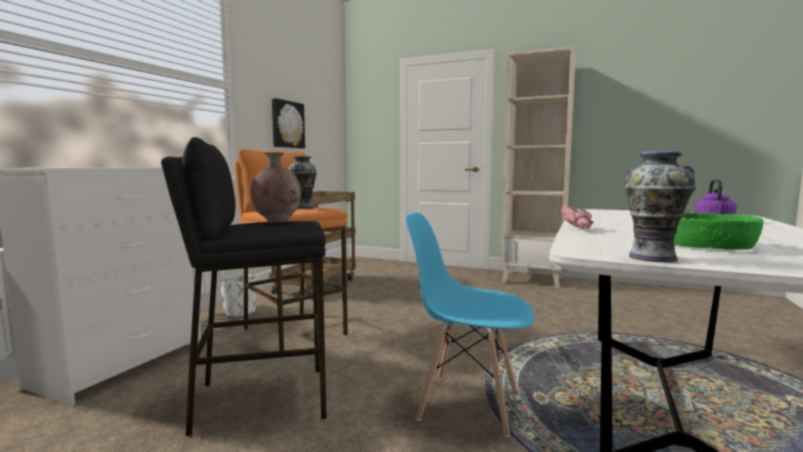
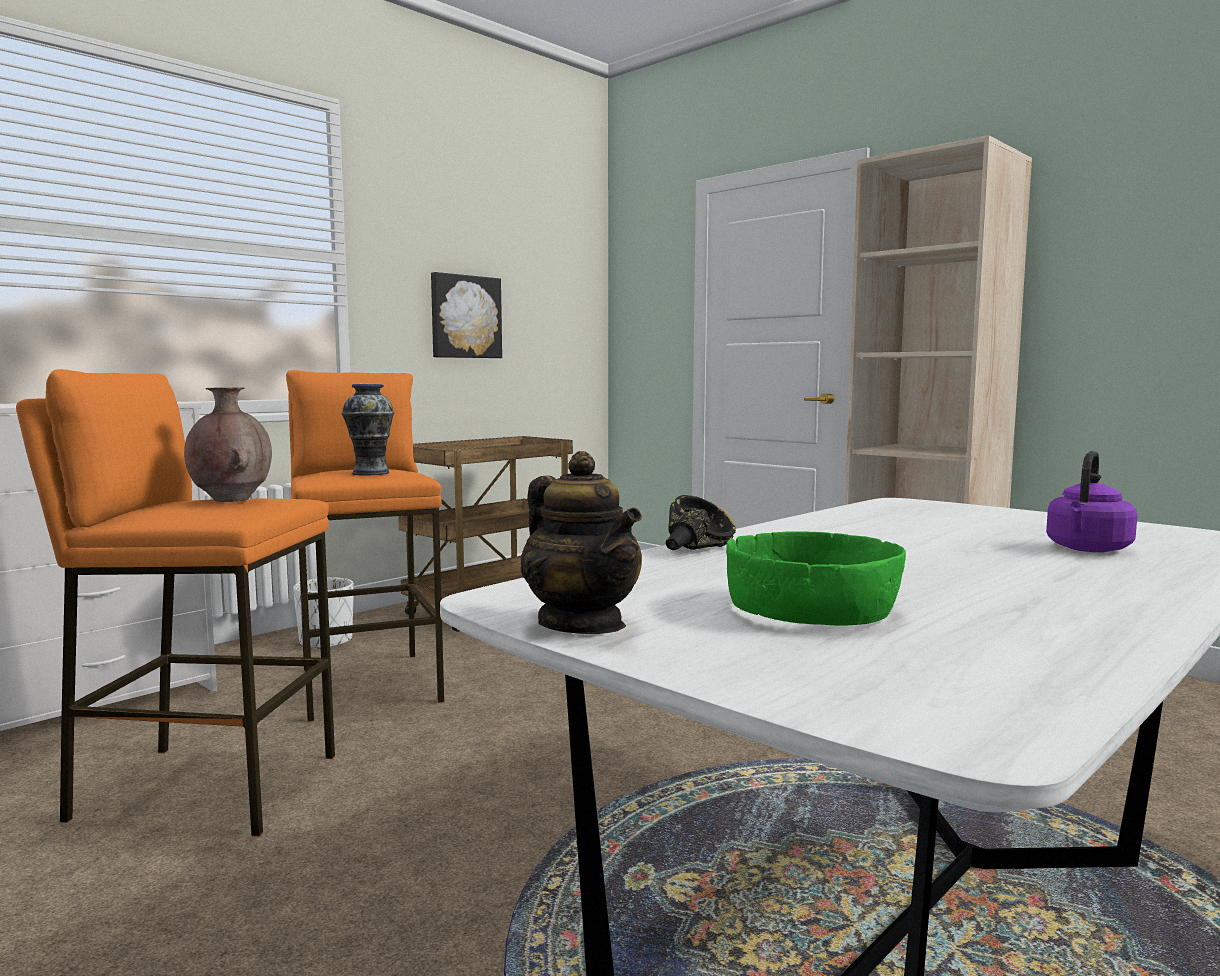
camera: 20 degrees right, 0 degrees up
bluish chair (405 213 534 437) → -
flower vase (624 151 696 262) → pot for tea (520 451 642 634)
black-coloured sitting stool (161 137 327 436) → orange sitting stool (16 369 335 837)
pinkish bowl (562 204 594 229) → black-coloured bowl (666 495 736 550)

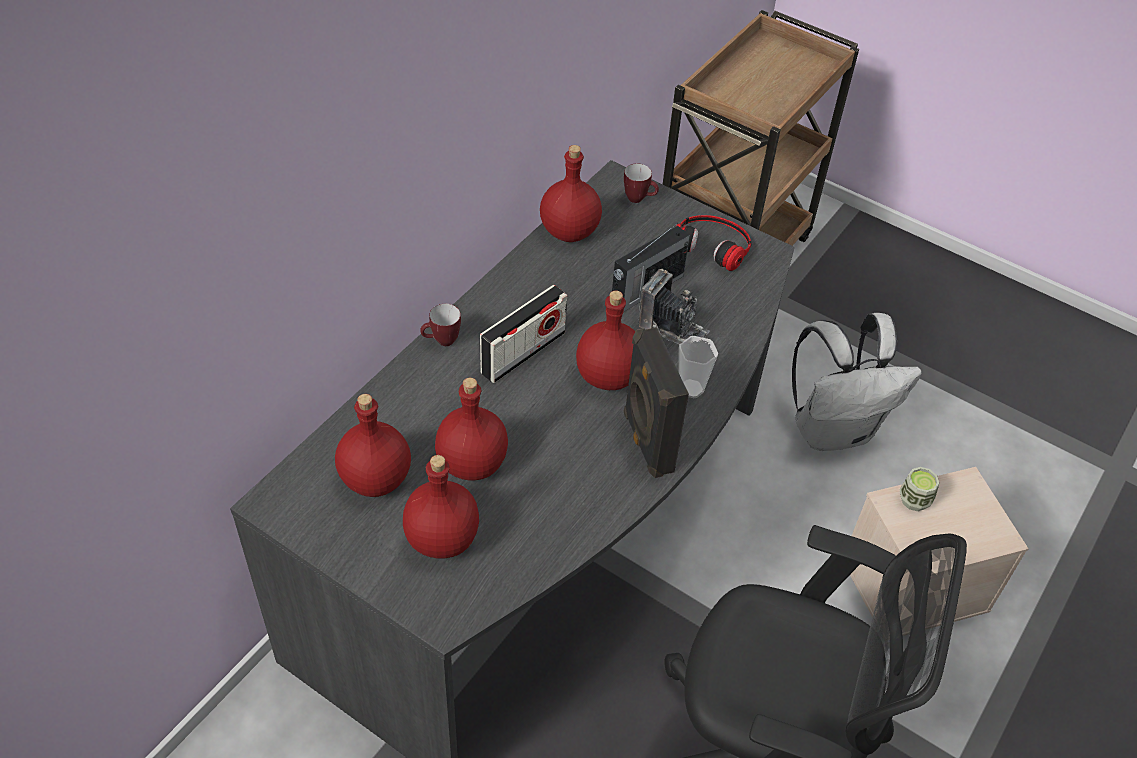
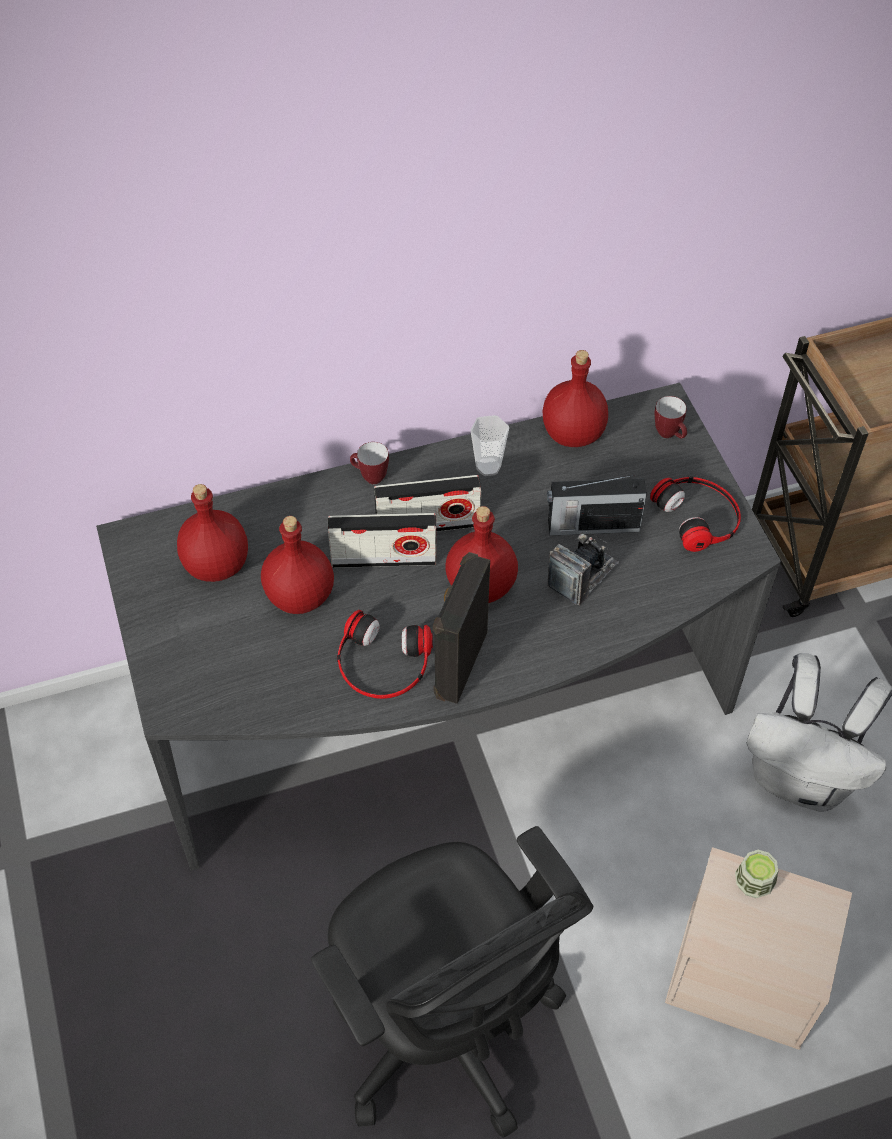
camera: 40 degrees right, 5 degrees up
reddish beverage bottle (403 455 479 559) → -
- → radio receiver (328 513 437 568)
- → headset (337 610 433 699)
small cup (679 336 718 398) → small cup (470 415 509 476), relocated
photo camera (639 269 710 345) → photo camera (548 530 619 606), 120 degrees counterclockwise

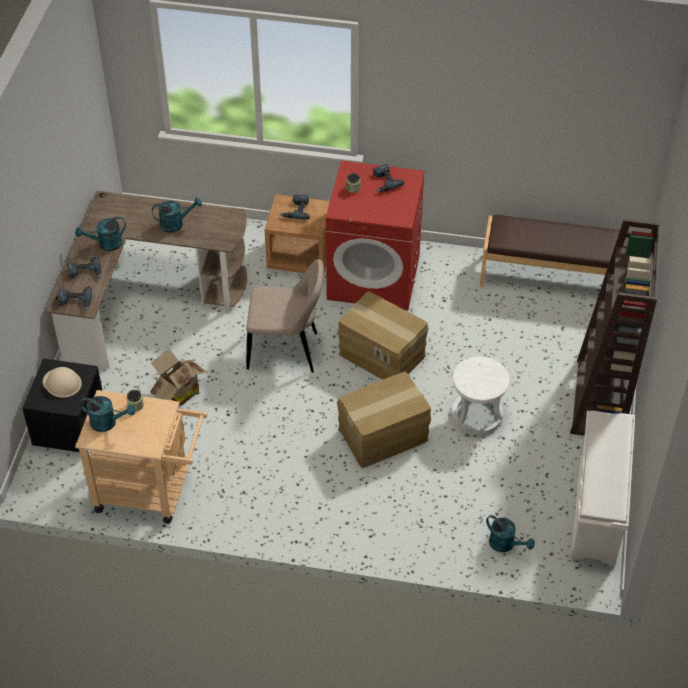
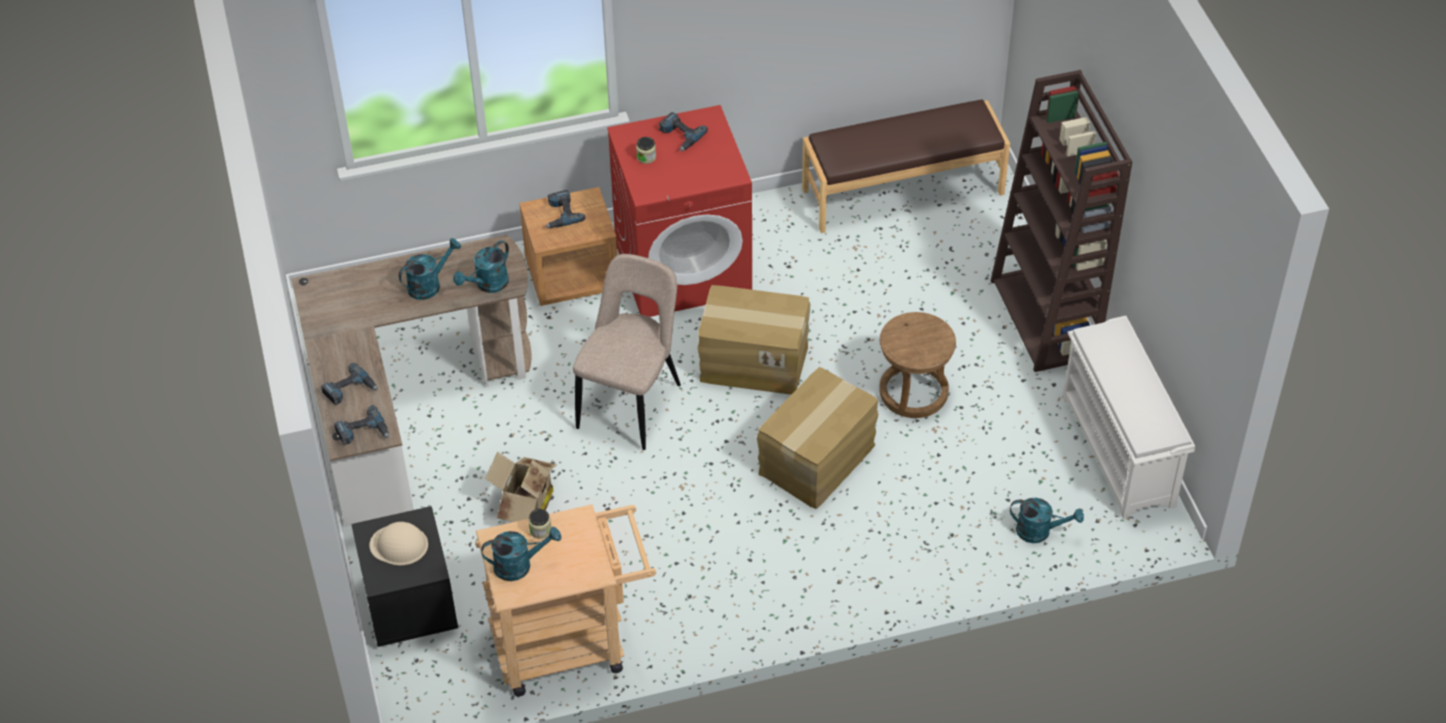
camera: 25 degrees left, 0 degrees up
turquoise-coloured sprinkling can (75 216 126 251) → turquoise-coloured sprinkling can (453 240 509 293), relocated
white-coloured sitting stool (451 356 510 435) → brown-coloured sitting stool (879 312 956 418)
sand-coloured chair (246 259 324 373) → sand-coloured chair (573 254 681 450), 45 degrees counterclockwise

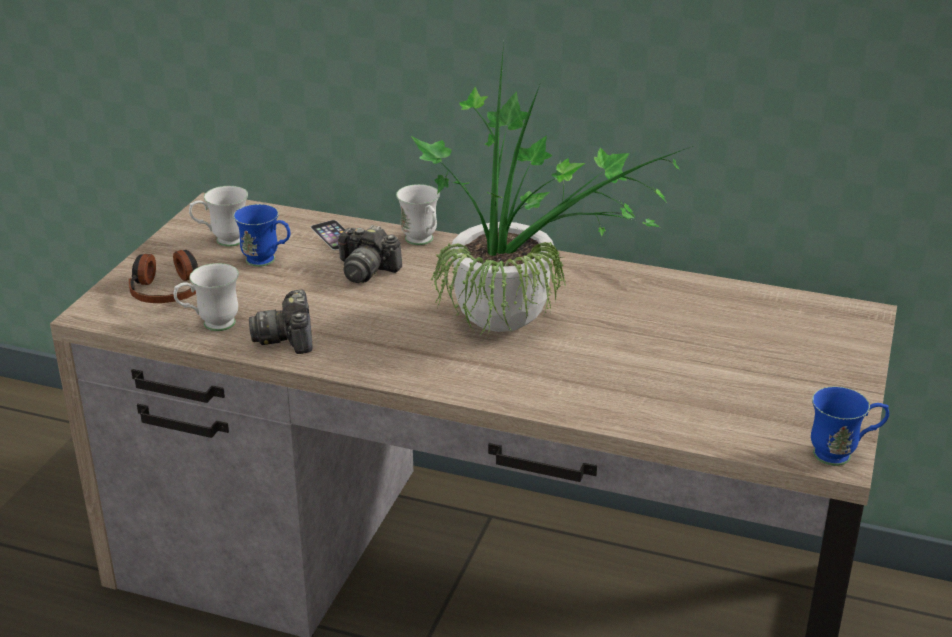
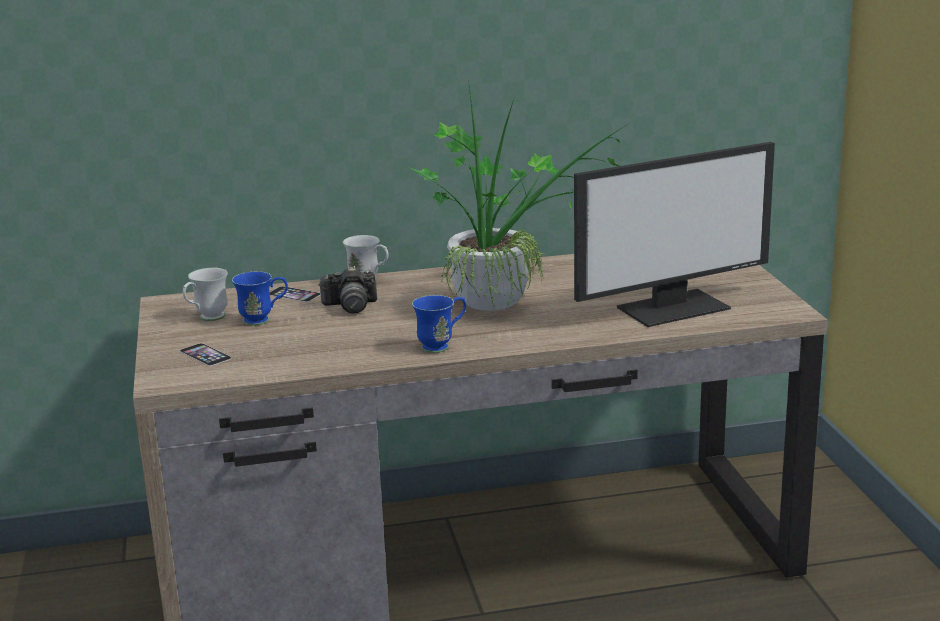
camera: 30 degrees left, 10 degrees down
white-coloured tea mug (174 263 239 331) → -
photo camera (249 290 313 354) → -
- → computer display (574 142 775 327)
bluish tea mug (811 386 889 466) → bluish tea mug (412 295 466 353), relocated
headset (129 250 198 303) → handset (180 343 232 366)

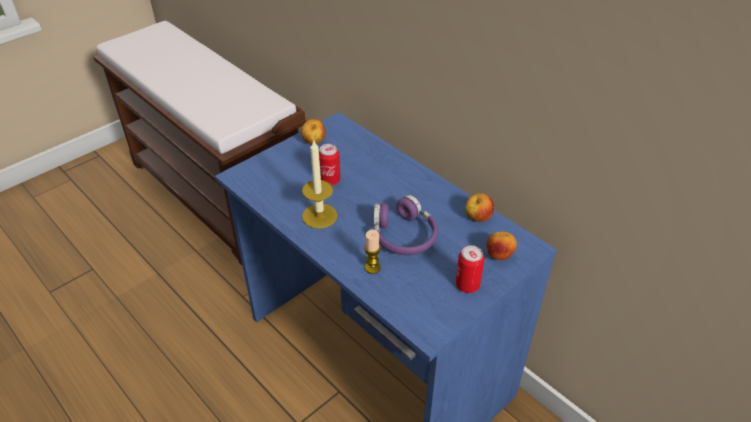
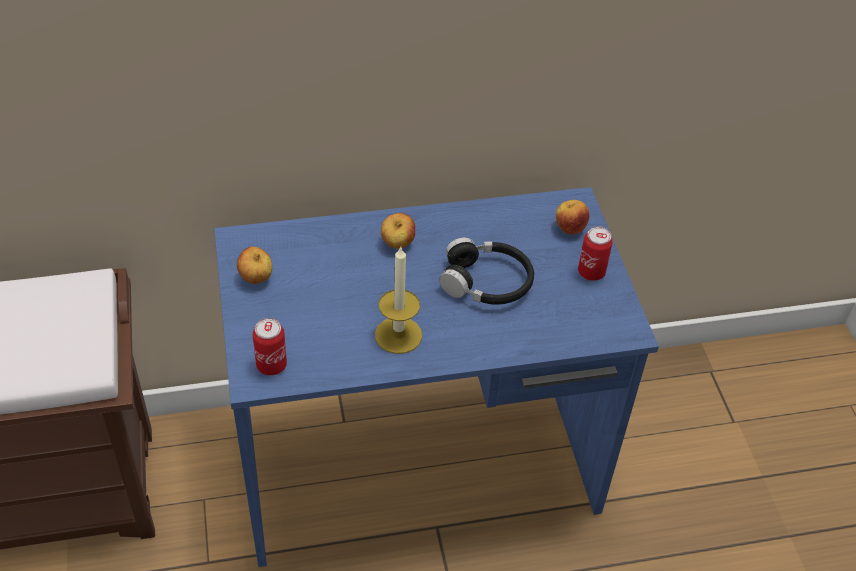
camera: 60 degrees left, 5 degrees up
wax candle (364 230 381 274) → -
metal can (319 144 340 186) → metal can (253 318 287 376), relocated
apple (465 193 494 222) → apple (381 213 415 249), relocated
purple headset (374 195 438 255) → black-coloured headset (439 237 534 305)

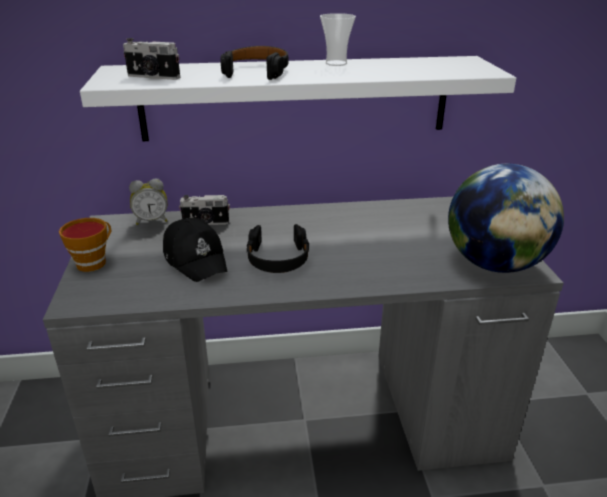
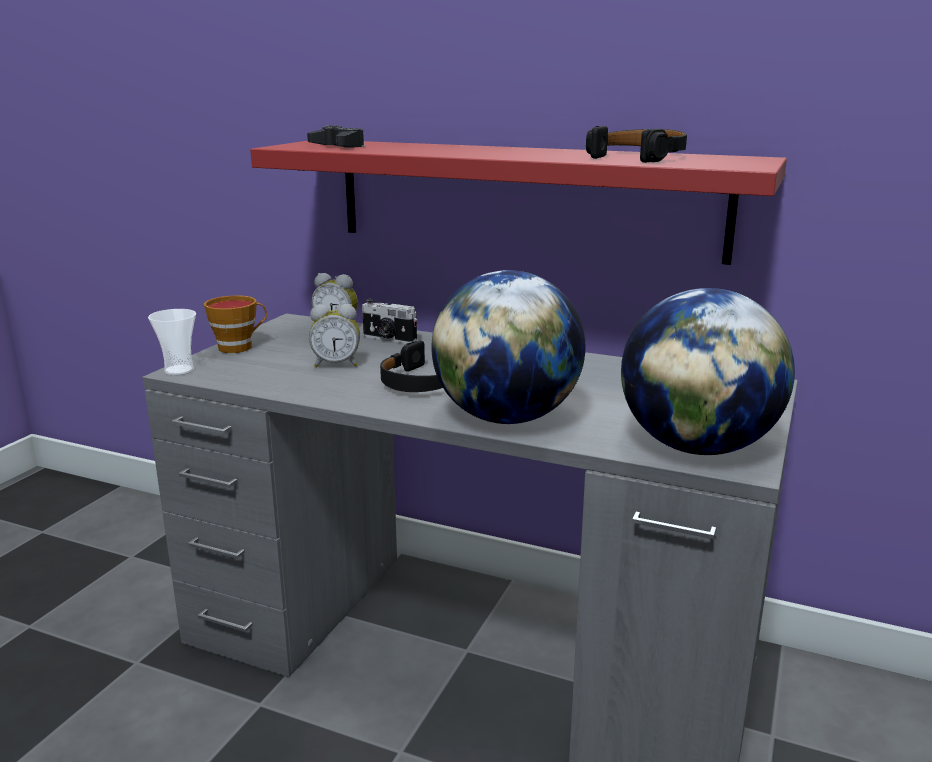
camera: 30 degrees right, 10 degrees down
- → world globe (431 270 585 424)
black-coloured headset (221 46 289 80) → black-coloured headset (586 126 687 163), relocated
small cup (320 13 356 66) → small cup (148 309 196 375), relocated
photo camera (123 38 180 80) → black-coloured joypad (307 125 365 147)
black-coloured cap (163 218 227 282) → table clock (309 304 360 368)
white-coloured bracket shelf (80 56 516 141) → reddish bracket shelf (250 141 787 265)

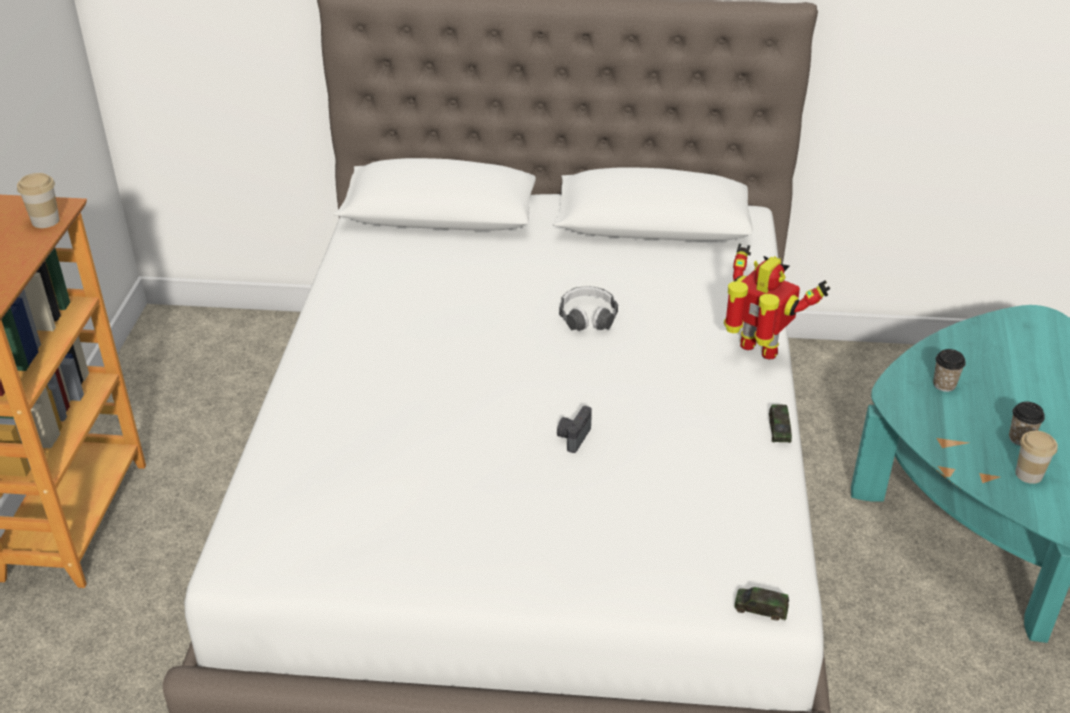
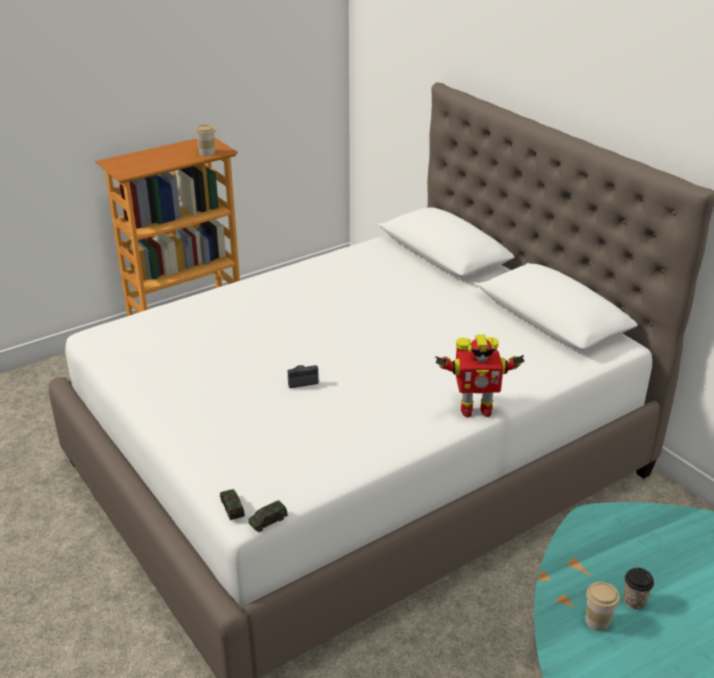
camera: 50 degrees right, 5 degrees down
headset (559 286 618 331) → -
small cup (933 349 966 392) → -
toy car (769 404 792 443) → toy car (248 500 288 532), relocated
robot figure (724 243 830 359) → robot figure (435 335 525 417), 90 degrees clockwise

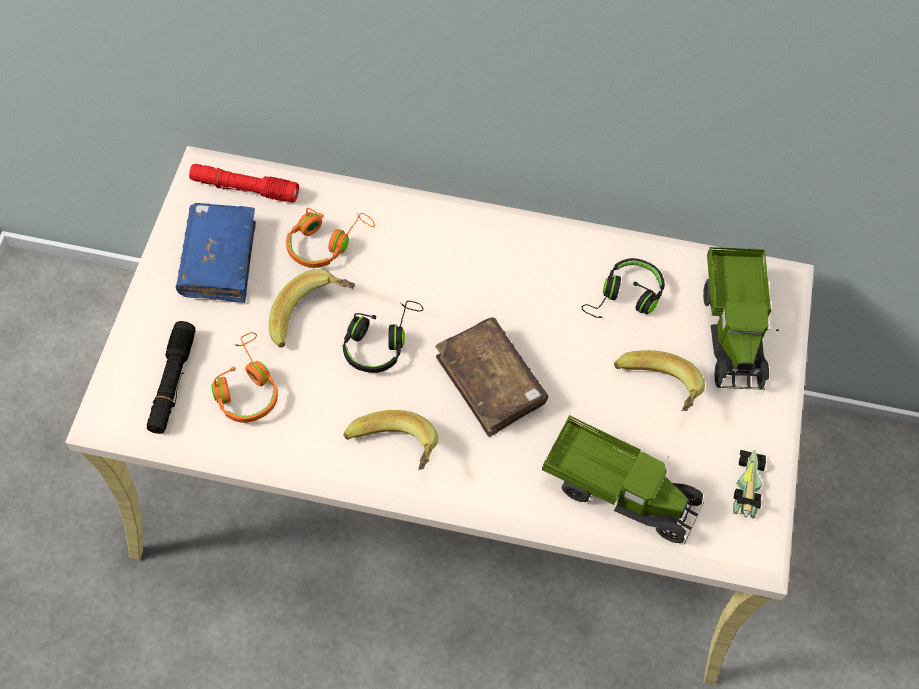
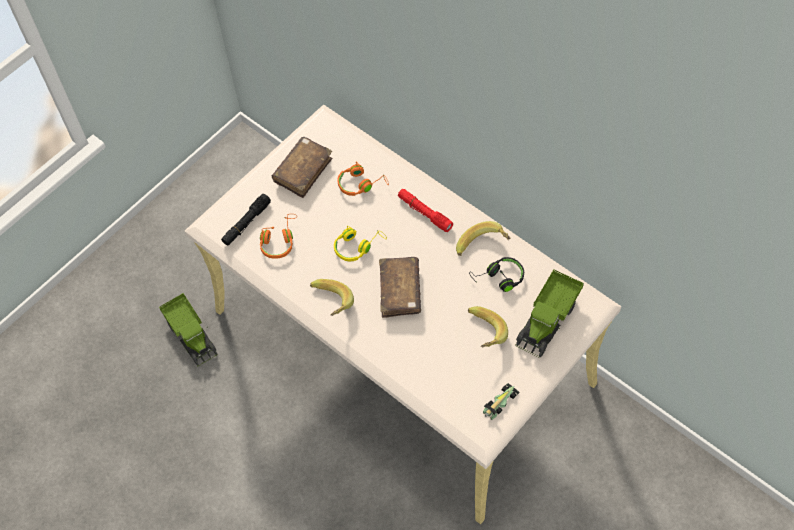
camera: 35 degrees right, 0 degrees up
reddish torch (189 164 299 203) → reddish torch (398 189 453 232), relocated
whole banana (269 269 355 347) → whole banana (456 221 510 256), relocated
model truck (542 415 704 544) → model truck (159 293 217 367), relocated
bluish book (175 203 256 303) → brown-coloured book (272 137 332 198)
black-coloured headset (343 301 423 373) → yellow-coloured headset (334 226 387 261)

